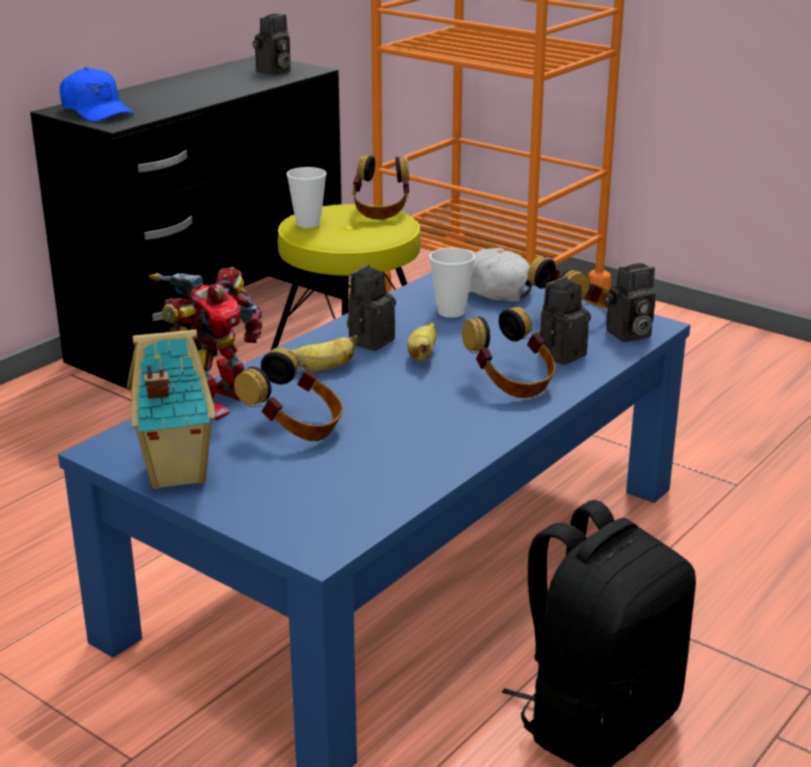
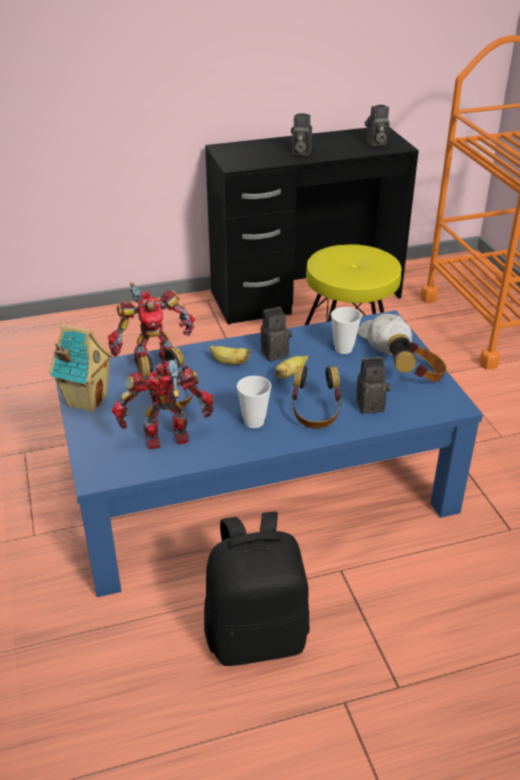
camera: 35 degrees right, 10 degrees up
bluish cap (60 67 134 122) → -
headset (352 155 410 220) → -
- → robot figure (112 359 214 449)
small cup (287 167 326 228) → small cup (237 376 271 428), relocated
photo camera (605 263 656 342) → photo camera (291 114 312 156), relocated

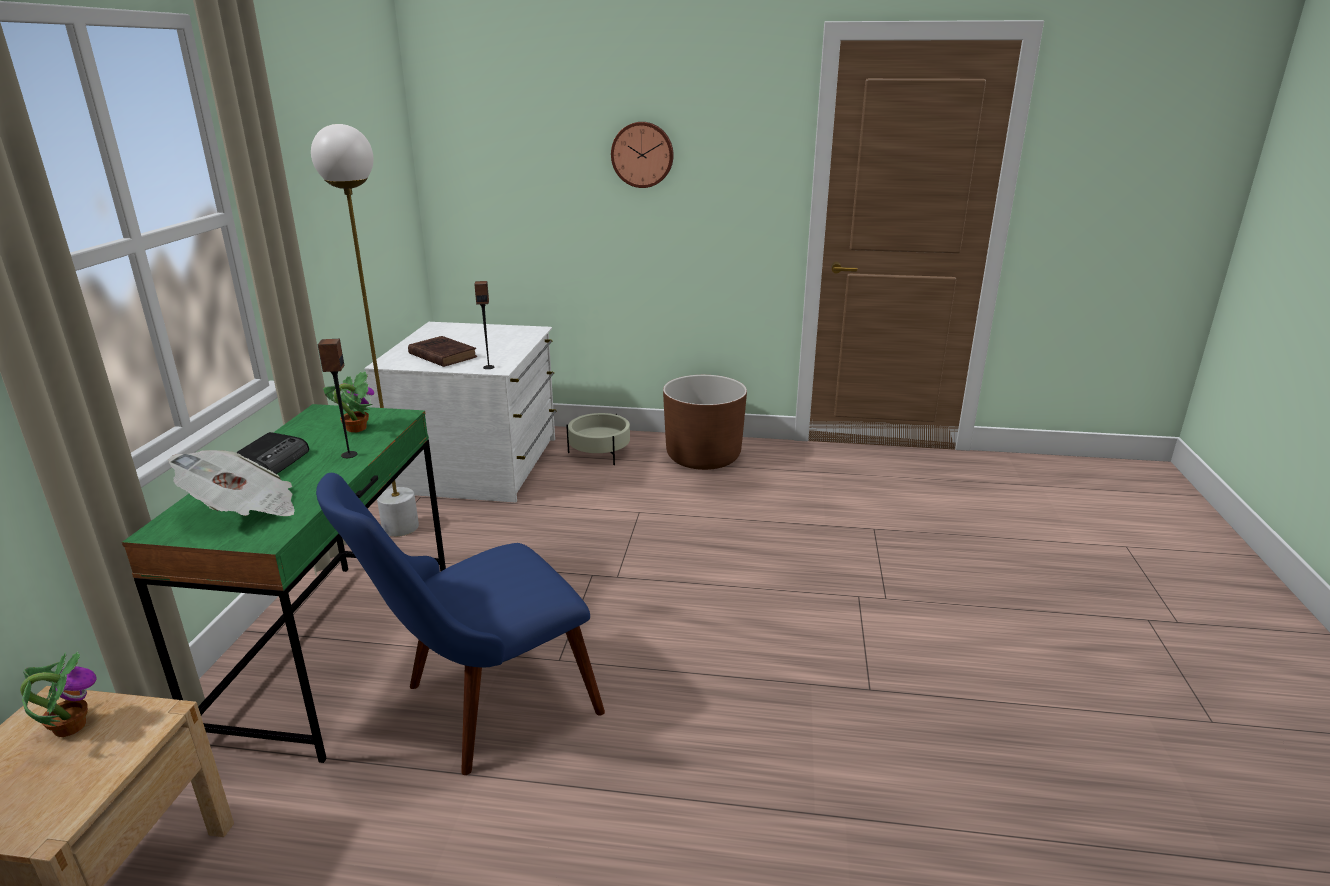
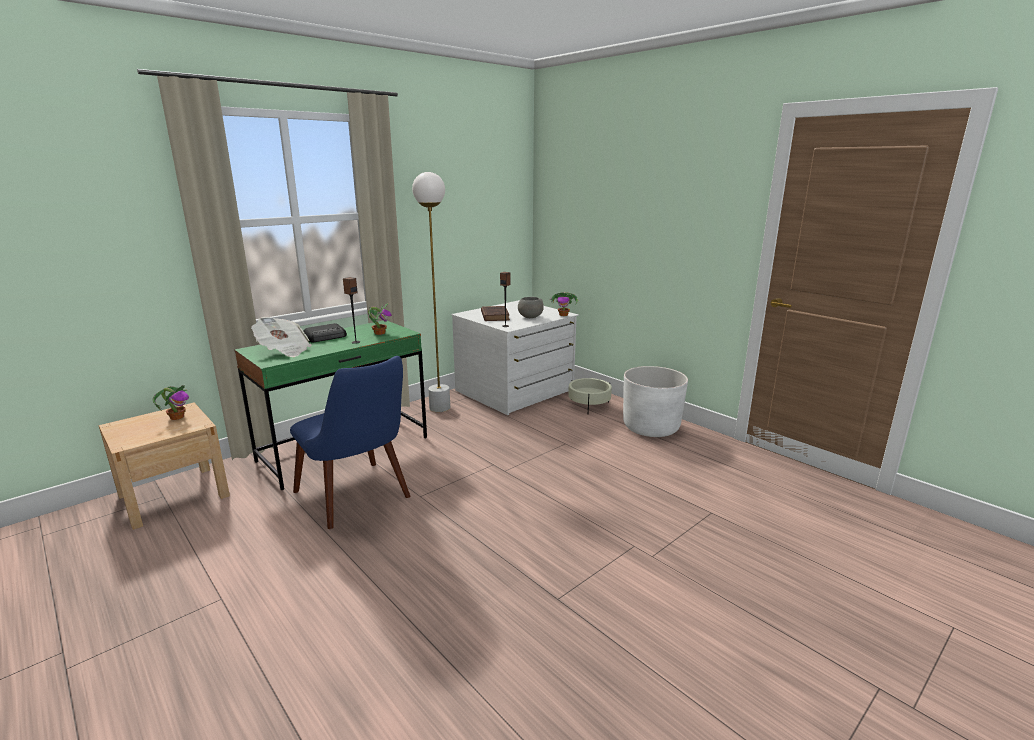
camera: 40 degrees right, 5 degrees down
clock on the wall (611 122 674 188) → -
- → greyish bowl (518 297 544 318)
- → houseplant (550 292 578 316)
brown-coloured planter (663 375 747 470) → white-coloured planter (623 366 688 437)
bluish chair (316 473 605 775) → bluish chair (290 356 410 529), 135 degrees counterclockwise

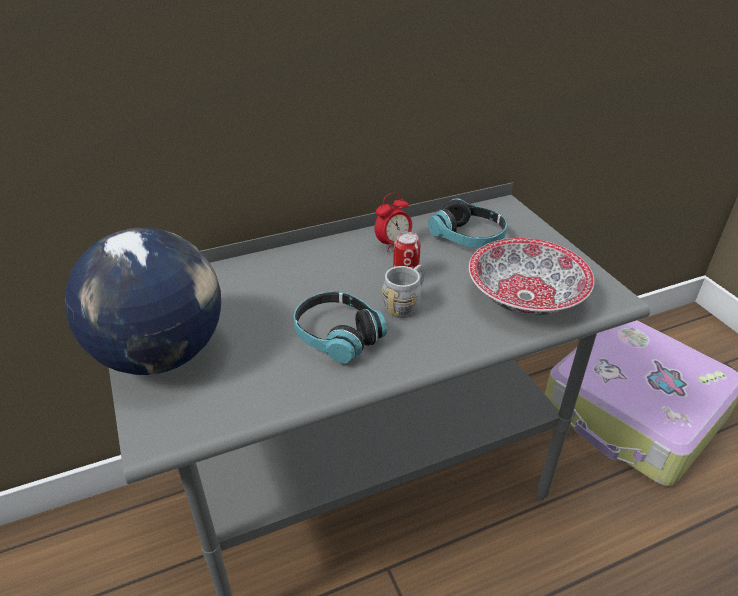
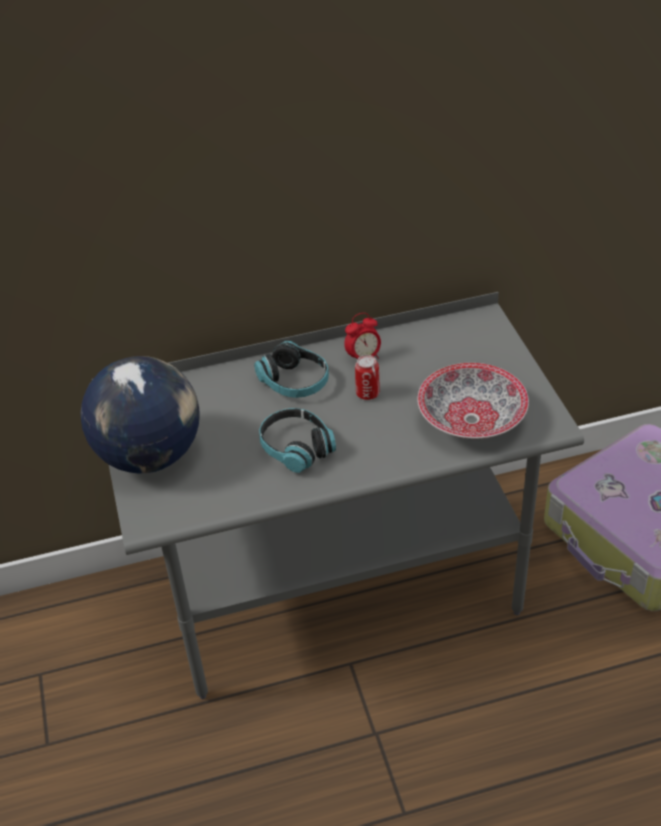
camera: 10 degrees right, 5 degrees up
greyish tea mug (382 265 425 318) → -
headset (428 198 507 248) → headset (254 341 329 398), relocated

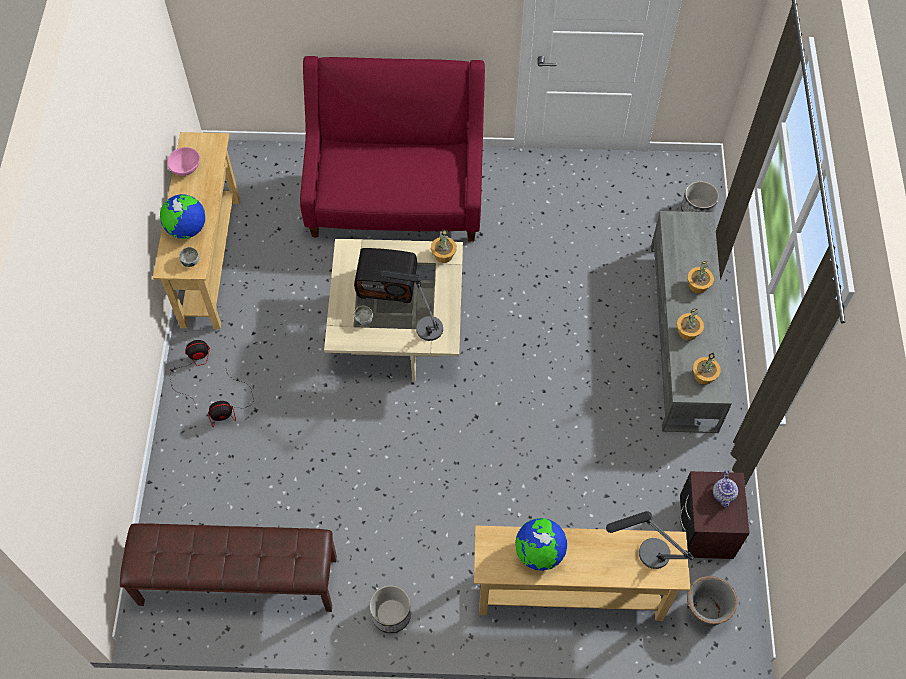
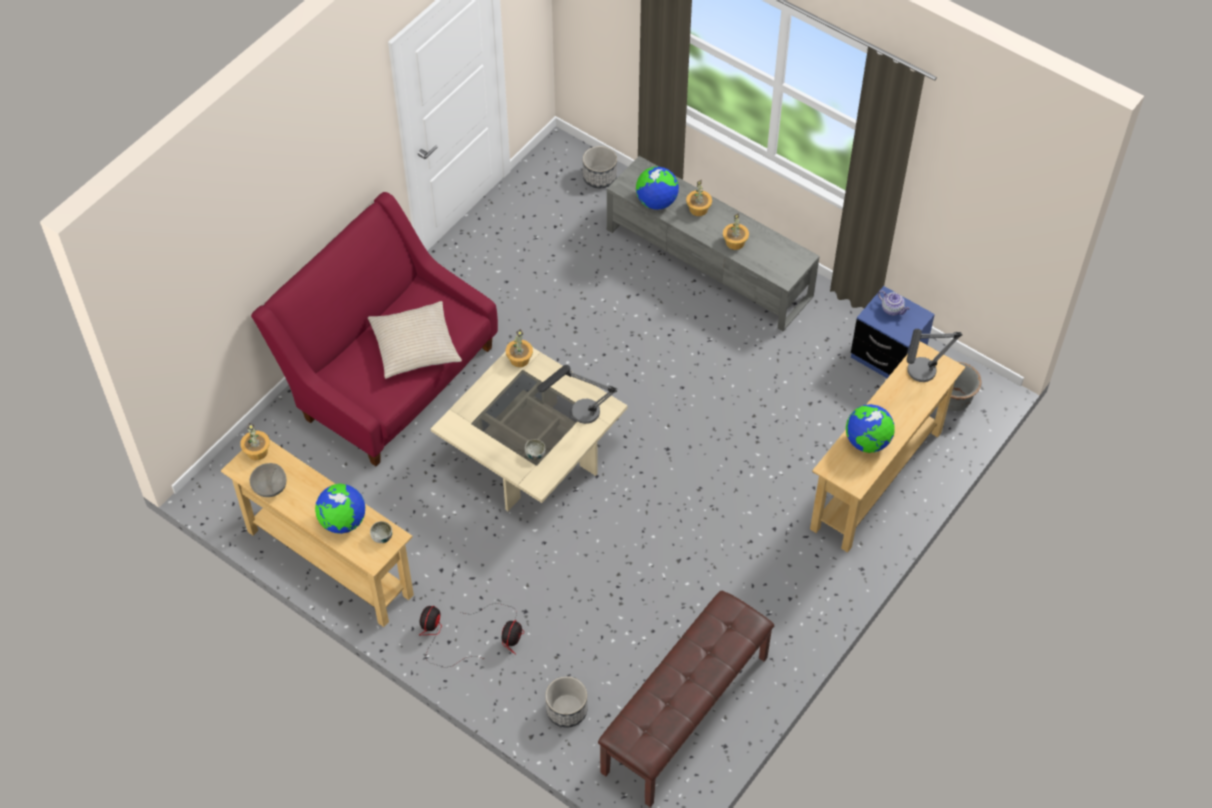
camera: 55 degrees left, 5 degrees down
radio receiver (354 248 417 303) → -
- → sand-coloured pillow (368 301 462 379)
- → world globe (636 166 679 210)
planter (370 585 411 633) → planter (545 676 588 728), relocated
houseplant (693 352 721 385) → houseplant (240 423 270 460), relocated
pinkish bowl (167 147 200 176) → greyish bowl (250 463 287 497)
brown-coloured bedside table (680 471 750 559) → bluish bedside table (851 286 935 378)

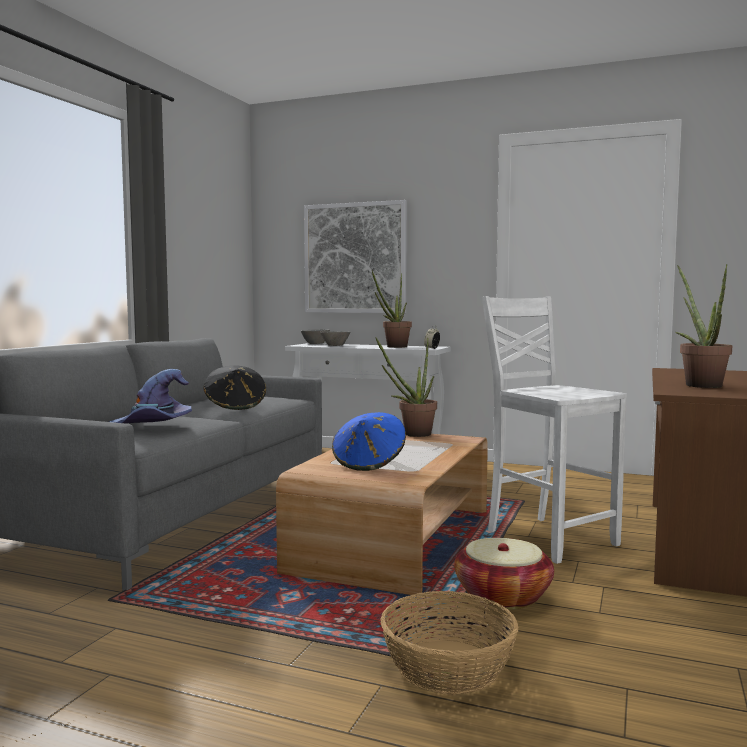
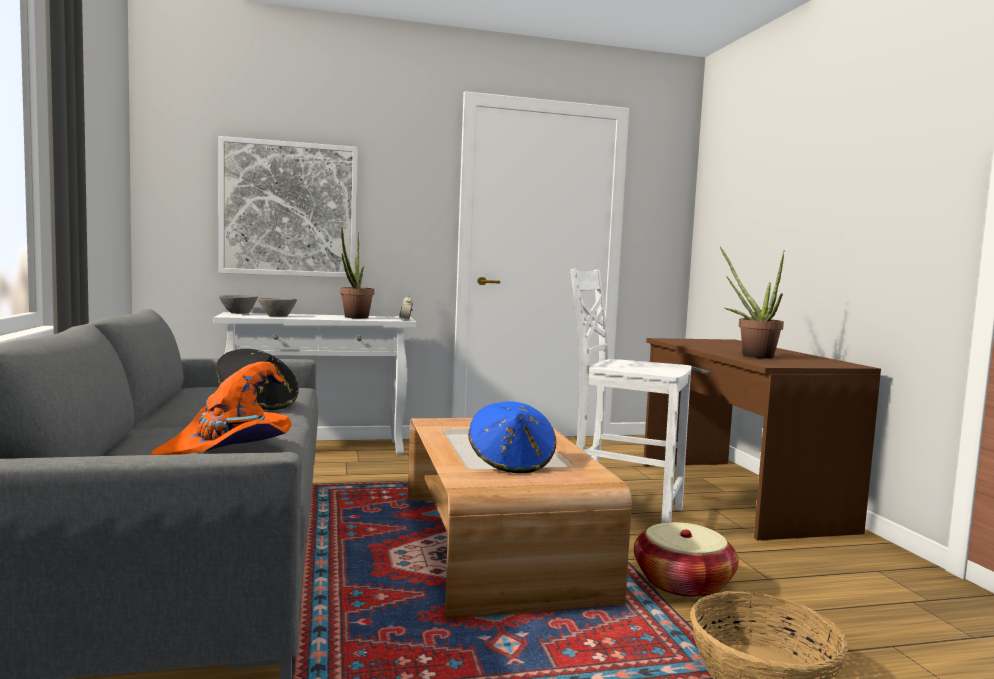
camera: 35 degrees left, 0 degrees up
houseplant (376 337 437 437) → -
purple clothing hat (109 369 192 423) → orange clothing hat (151 361 291 455)

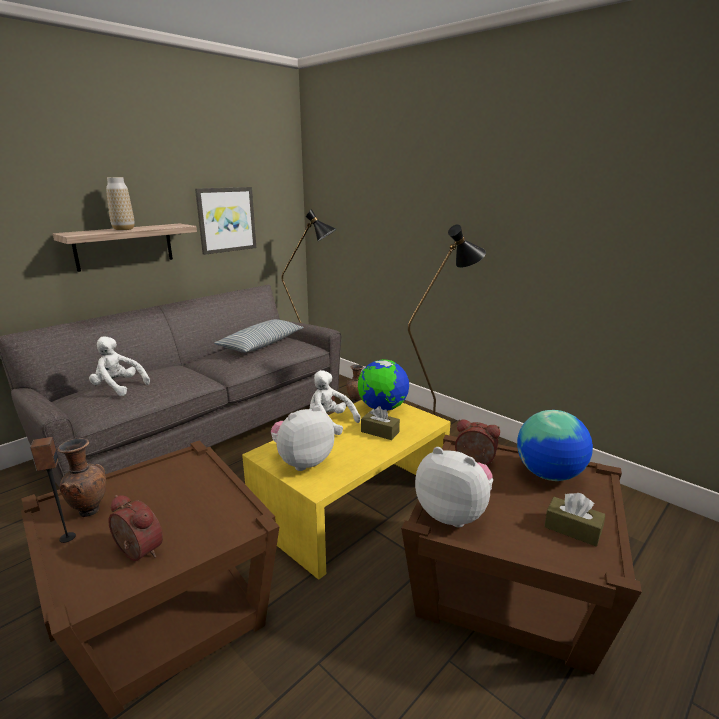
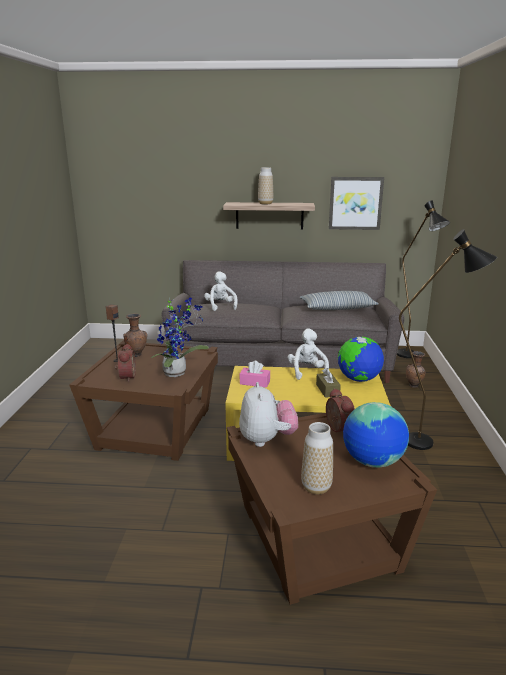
camera: 50 degrees right, 0 degrees up
- → houseplant (151 297 209 377)
plush toy (271 406 334 471) → pinkish tissue box (240 361 270 388)
brown-coloured tissue box (544 493 605 547) → flower vase (301 422 333 494)

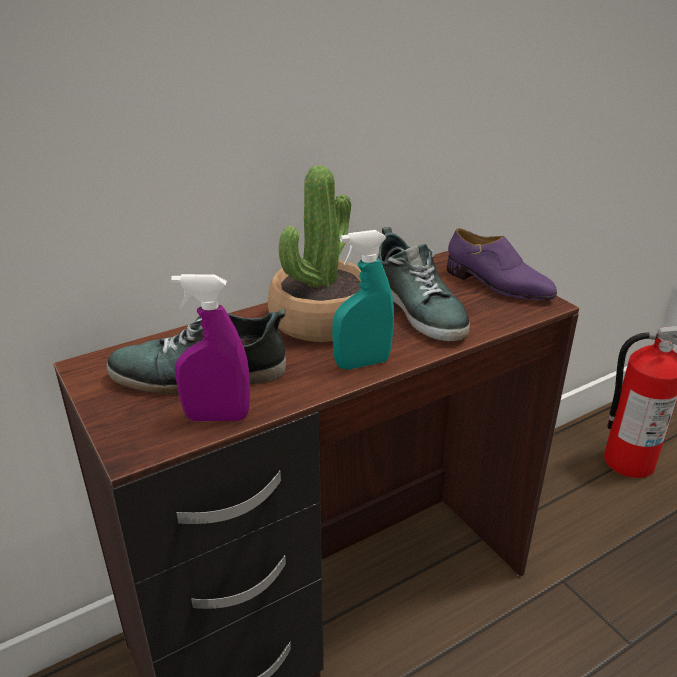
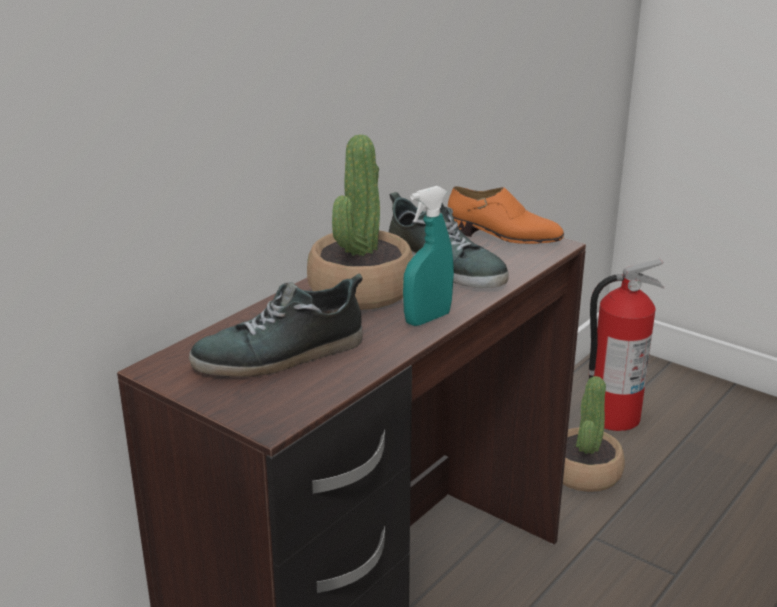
camera: 20 degrees left, 5 degrees down
purple sprayer (171 274 250 421) → -
- → houseplant (563 376 625 492)
purple shoe (447 228 557 300) → orange shoe (448 186 564 244)

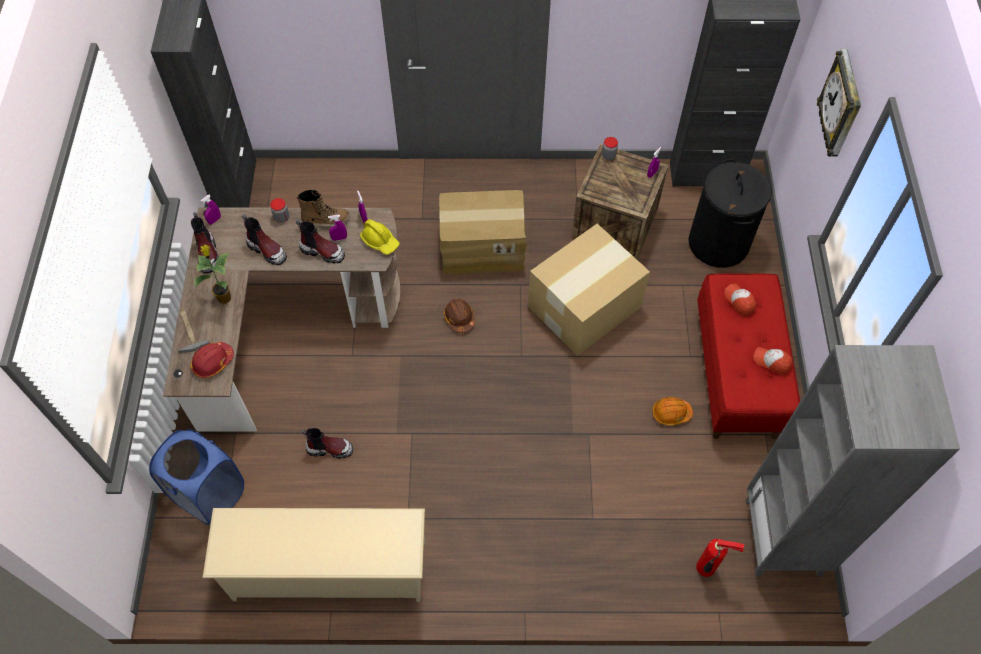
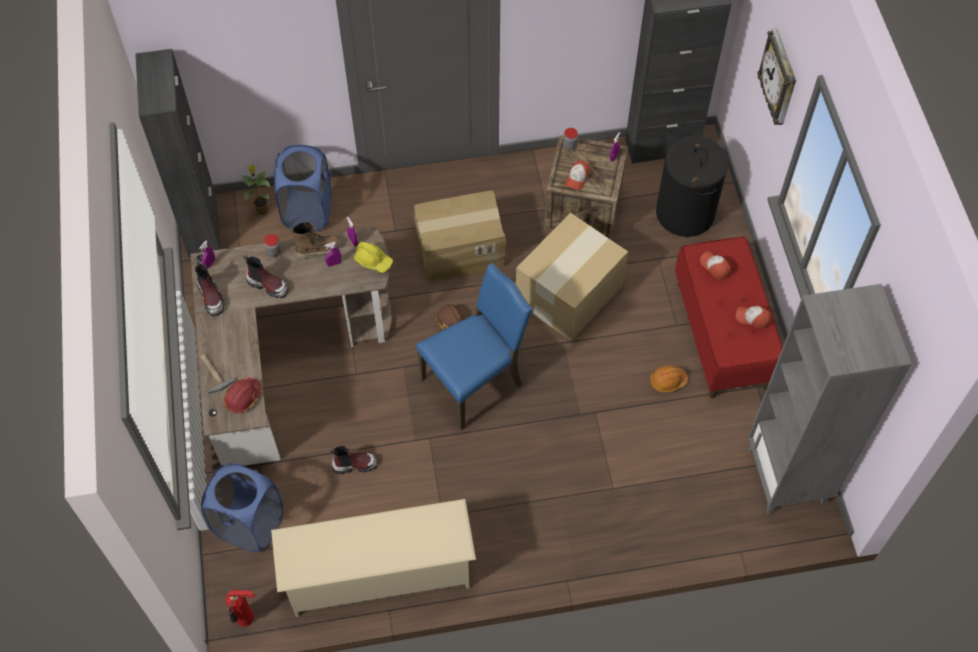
camera: 10 degrees left, 0 degrees up
high-top boot (296 219 345 263) → -
- → bluish hamper (274 145 331 231)
- → bluish chair (416 263 533 430)
- → cap (565 160 590 191)
houseplant (194 245 231 304) → houseplant (242 164 270 215), relocated
fire-fighting cylinder (696 539 744 577) → fire-fighting cylinder (226 589 255 627), relocated

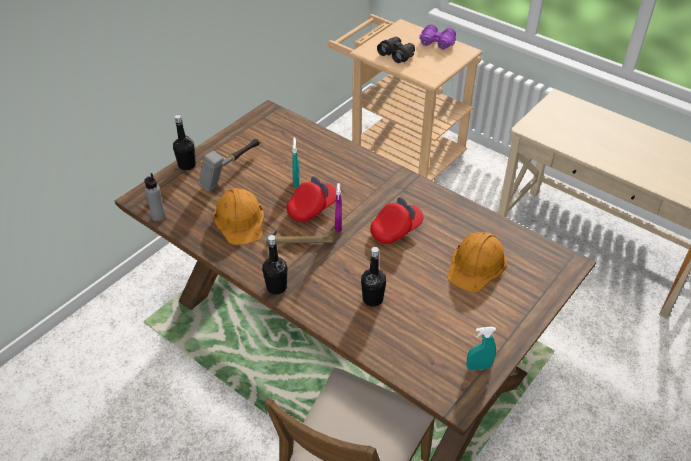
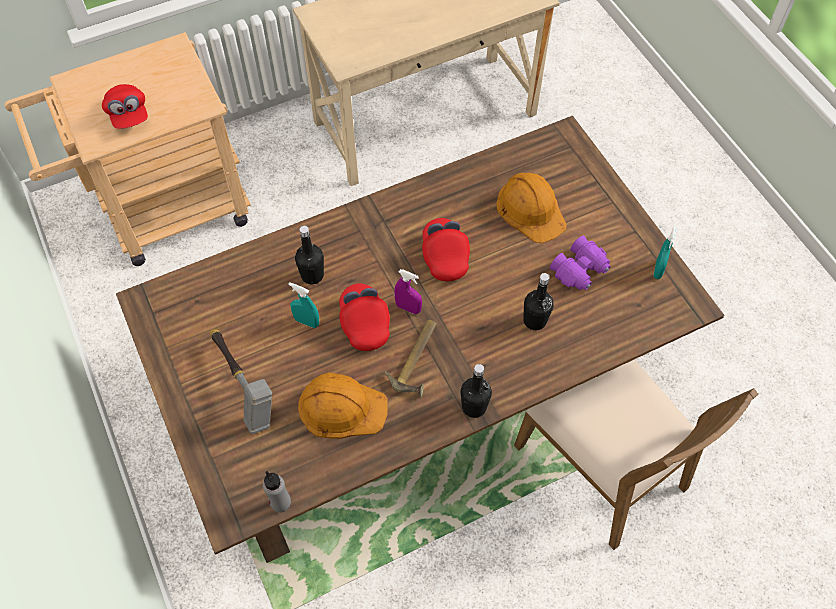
camera: 65 degrees left, 15 degrees up
black-coloured beverage bottle (173 115 196 170) → black-coloured beverage bottle (295 226 324 284), relocated
purple field glasses (419 24 456 50) → purple field glasses (550 236 611 290), relocated
black-coloured field glasses (377 37 415 63) → reddish cap (102 84 148 129)

